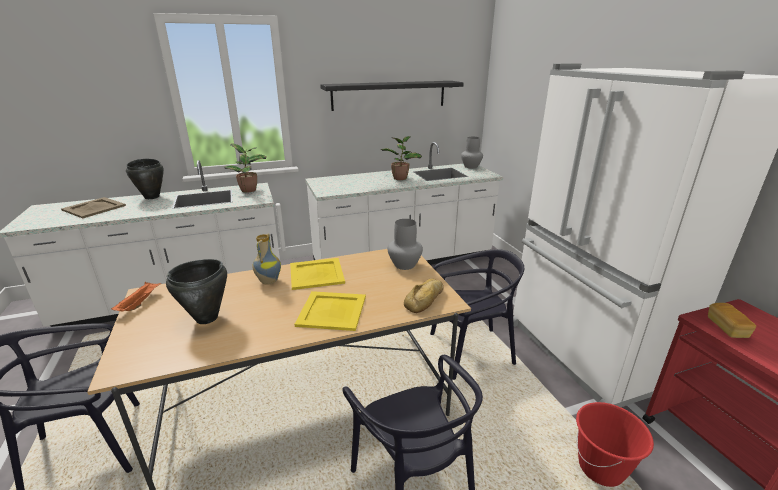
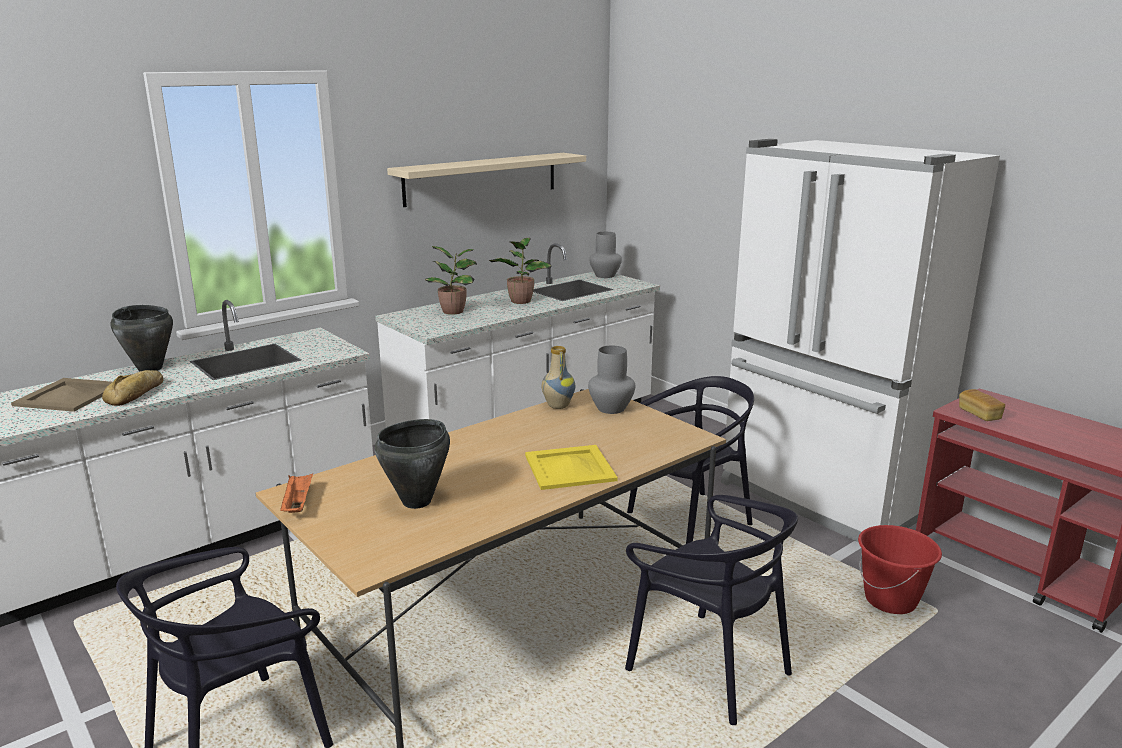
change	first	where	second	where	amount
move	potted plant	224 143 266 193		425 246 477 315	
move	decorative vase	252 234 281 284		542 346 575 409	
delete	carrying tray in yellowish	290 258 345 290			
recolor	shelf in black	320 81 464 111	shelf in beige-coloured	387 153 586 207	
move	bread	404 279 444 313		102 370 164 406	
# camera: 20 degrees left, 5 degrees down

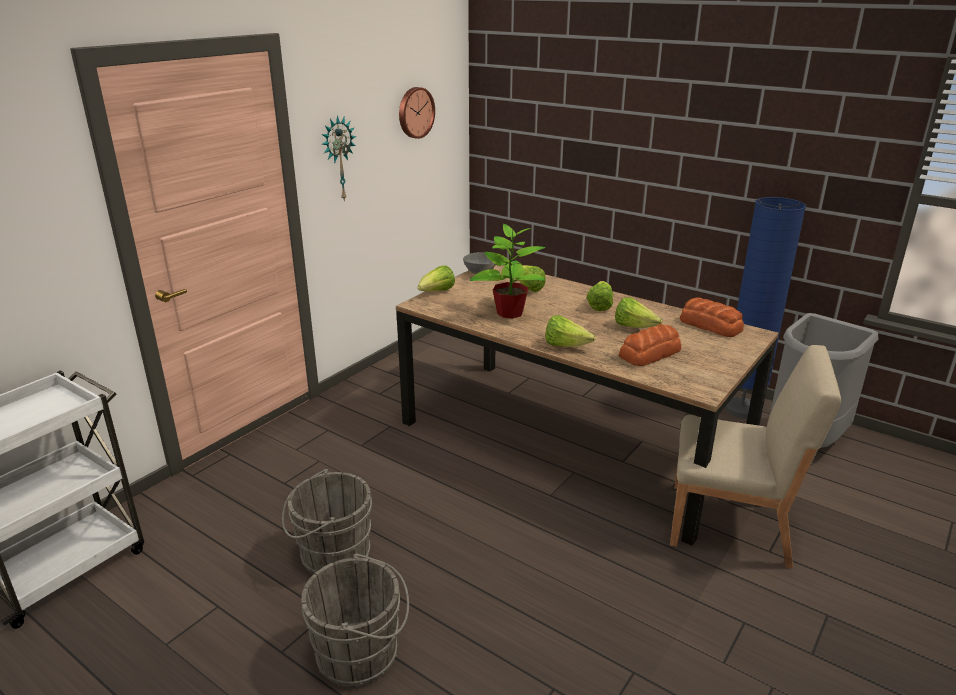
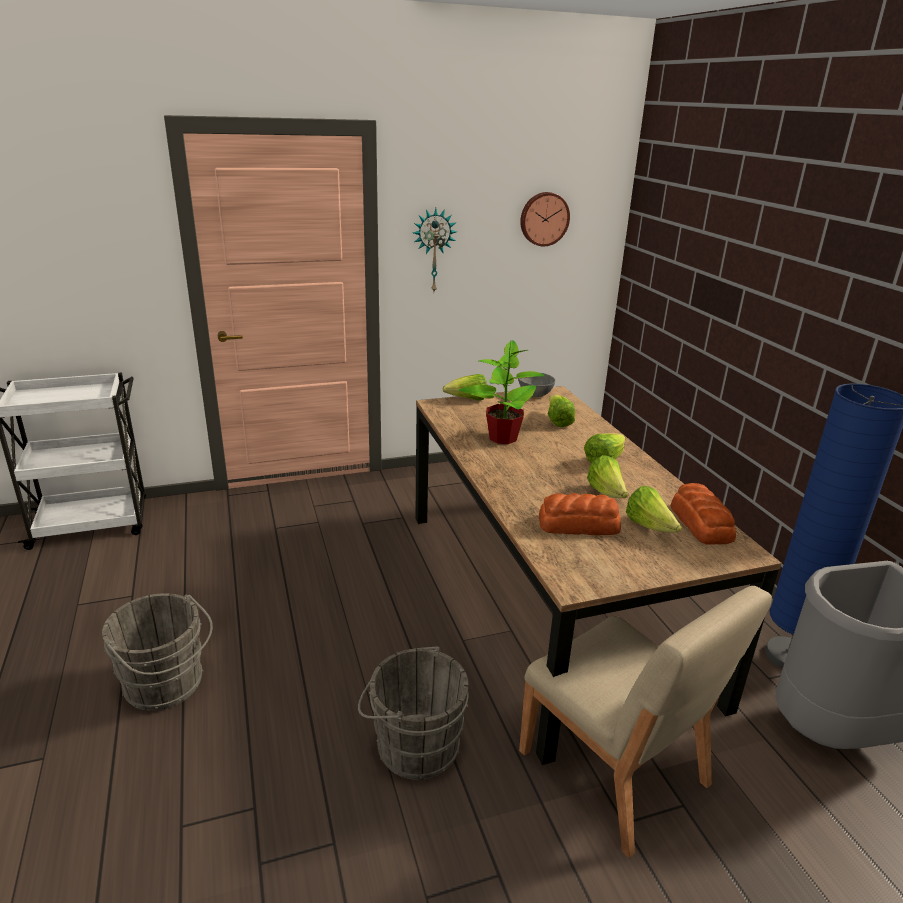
change	first	where	second	where	amount
move	pail in gray	282 469 372 574		358 646 468 780	
move	lettuce	545 315 596 347		626 486 682 532	
# camera: 35 degrees right, 0 degrees up

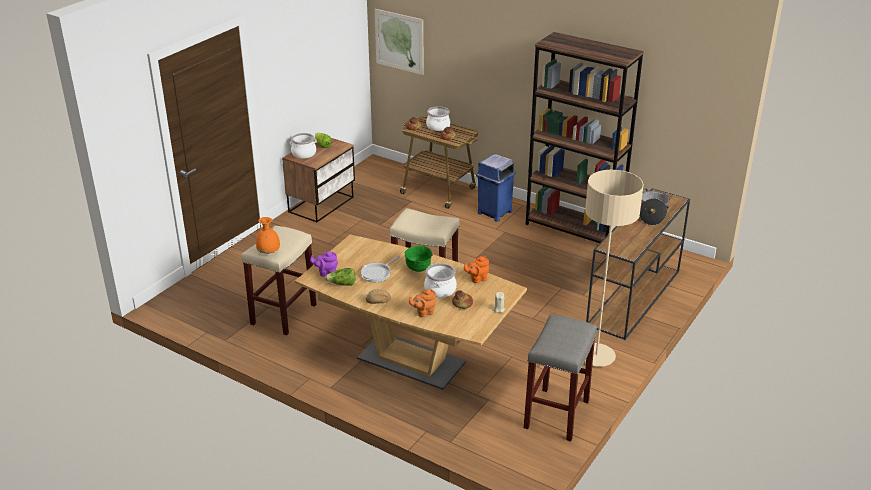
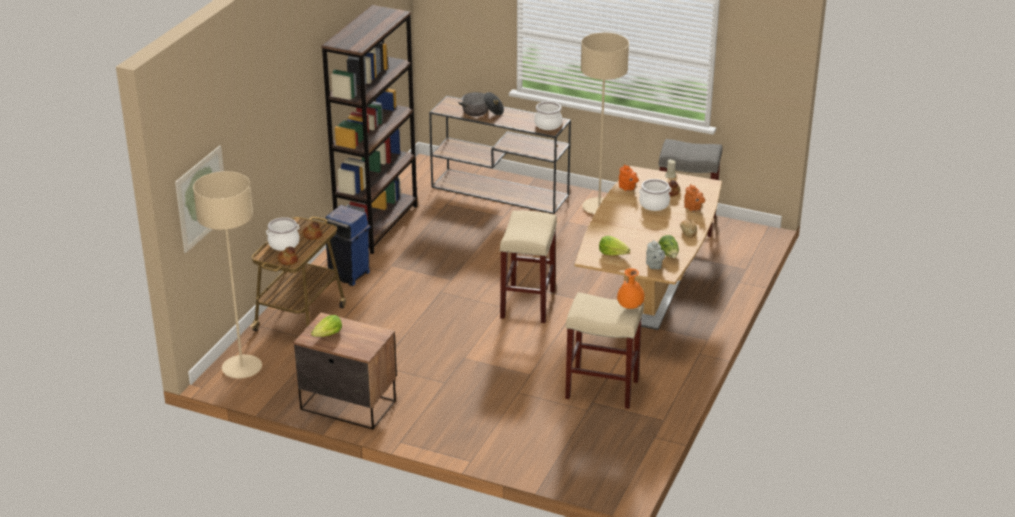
change	first	where	second	where	amount
move	cooking pot	290 133 317 159		534 101 562 130	
recolor	teapot in purple	310 251 338 277	teapot in gray	646 240 665 269	
delete	pan	361 256 400 282			
delete	serving bowl in green-coloured	405 246 433 272			
insert			standing lamp in beige-coloured	193 171 262 378	
insert			lettuce	599 236 630 255	
# camera: 100 degrees left, 0 degrees up

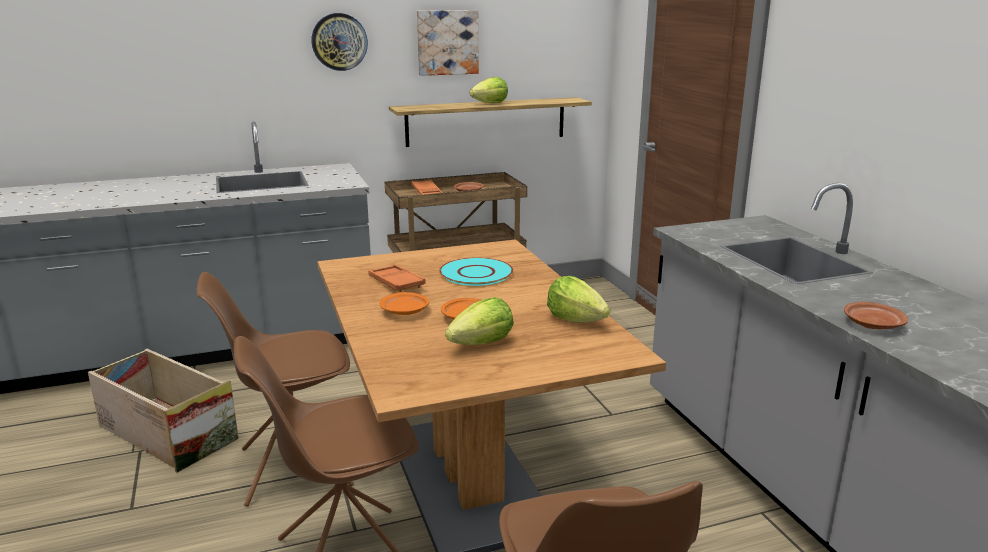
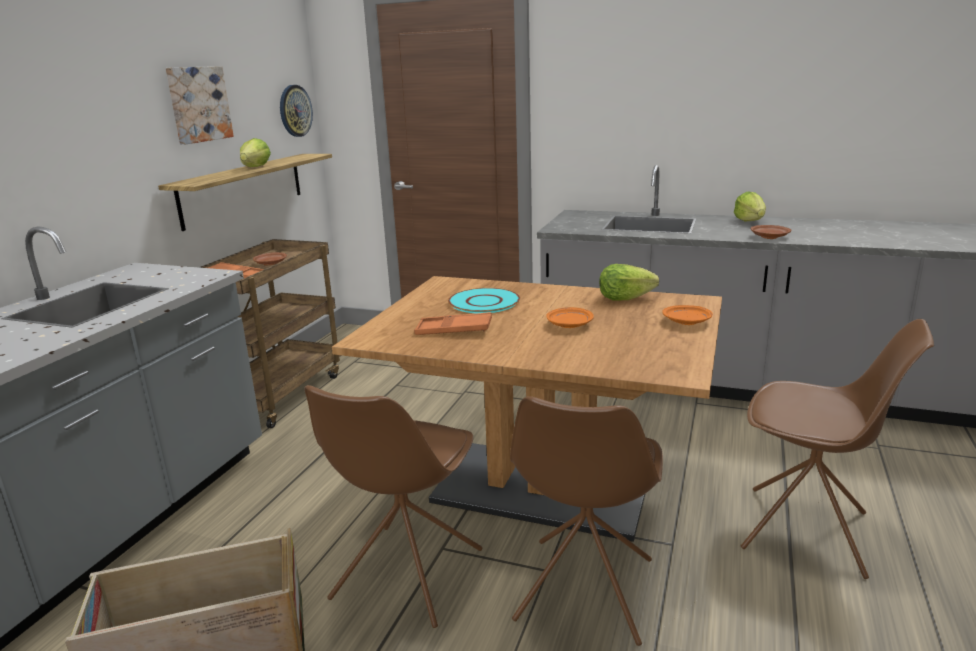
change	first	where	second	where	amount
move	hanging clock	311 13 368 71		280 85 313 137	
move	dinner plate in orange-coloured	380 292 429 315		662 305 713 325	
move	lettuce	445 297 514 345		734 191 766 222	
# camera: 50 degrees left, 0 degrees up

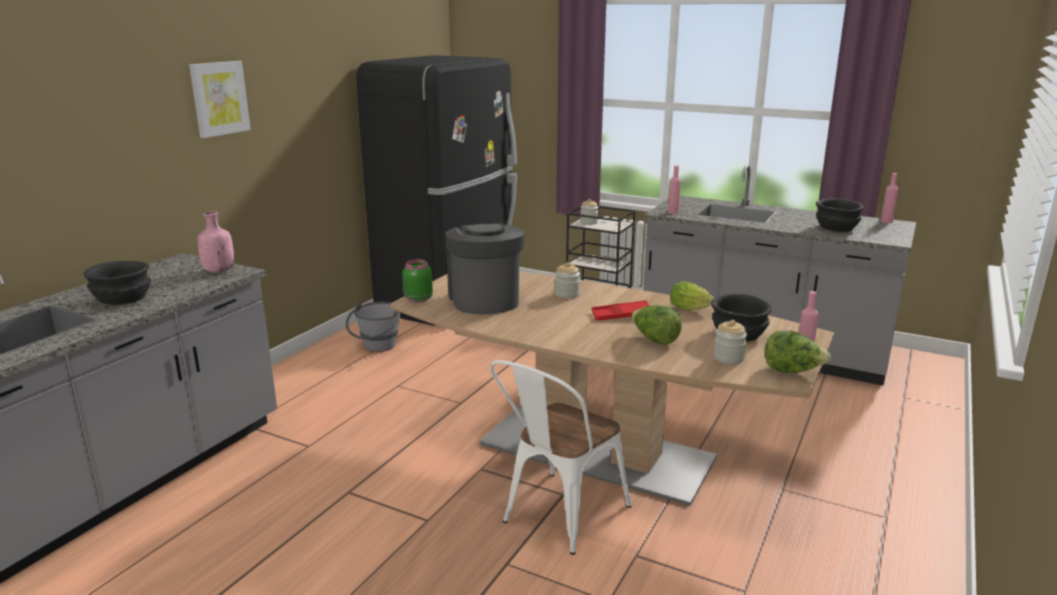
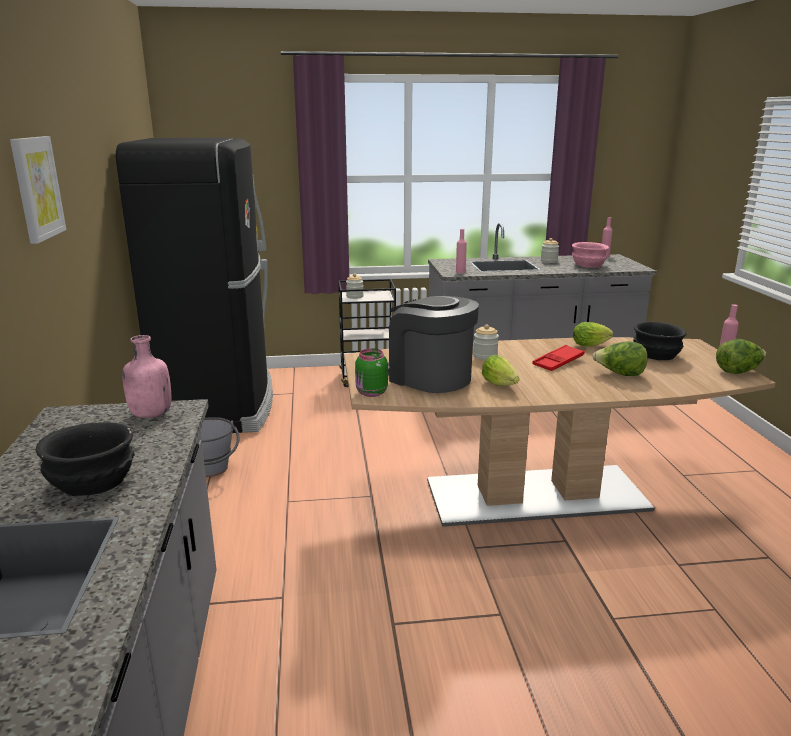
change	first	where	second	where	amount
delete	chair in white	490 360 632 555			
move	jar	714 320 747 364		541 238 559 263	
recolor	serving bowl in black	816 199 864 232	serving bowl in pink-coloured	572 242 609 268	
insert			lettuce	482 355 519 386	
# camera: 35 degrees left, 0 degrees up

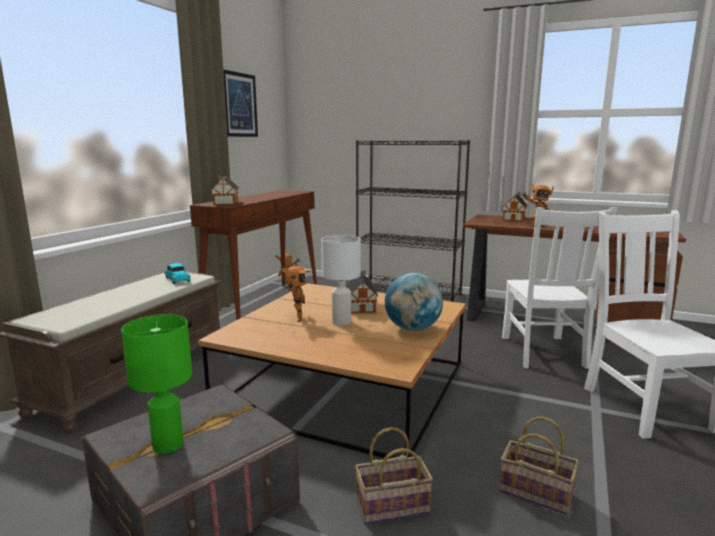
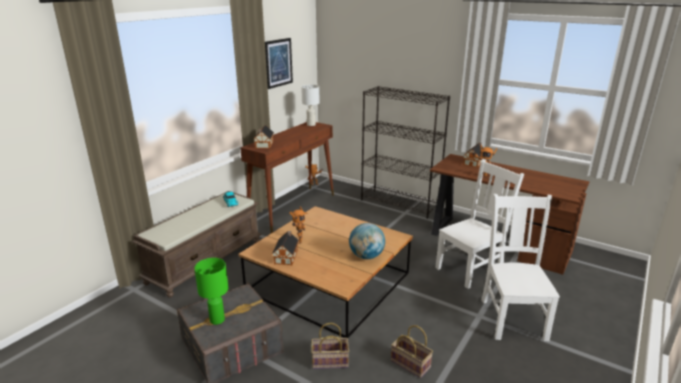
change	first	where	second	where	amount
move	lamp for a table in white	321 235 361 325		301 85 320 126	
move	toy house	346 270 378 313		272 231 299 265	
rotate	chair in white	502 207 617 369		435 159 524 289	135 degrees counterclockwise
# camera: 10 degrees right, 10 degrees up

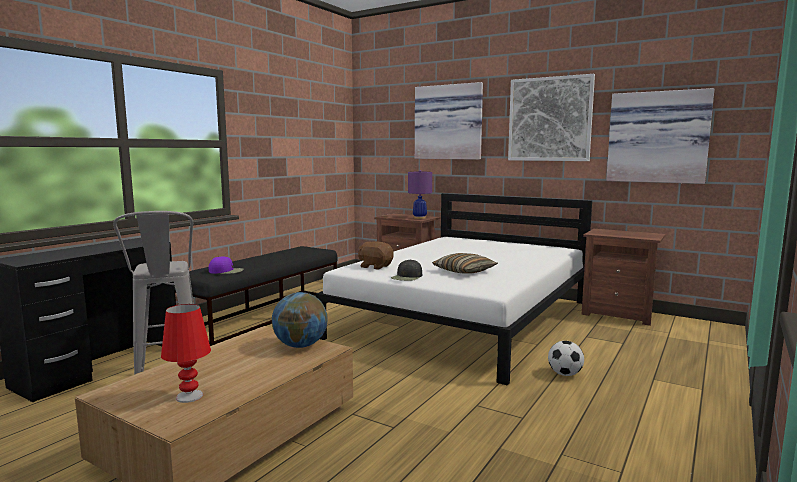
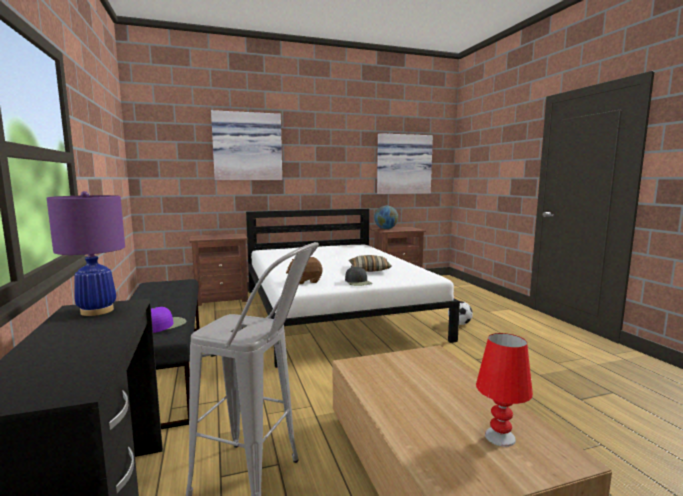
change	first	where	second	where	amount
move	desk globe	272 292 328 348		374 205 398 229	
move	lamp for a table in purple	408 170 432 219		47 191 125 316	
delete	wall picture	508 74 595 161			
# camera: 50 degrees left, 0 degrees up

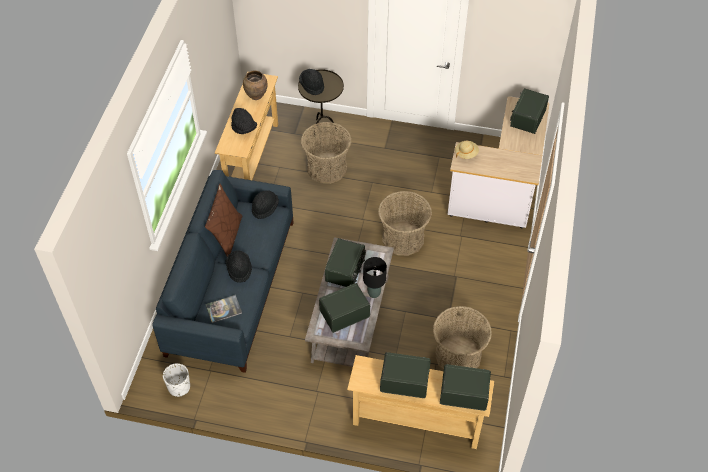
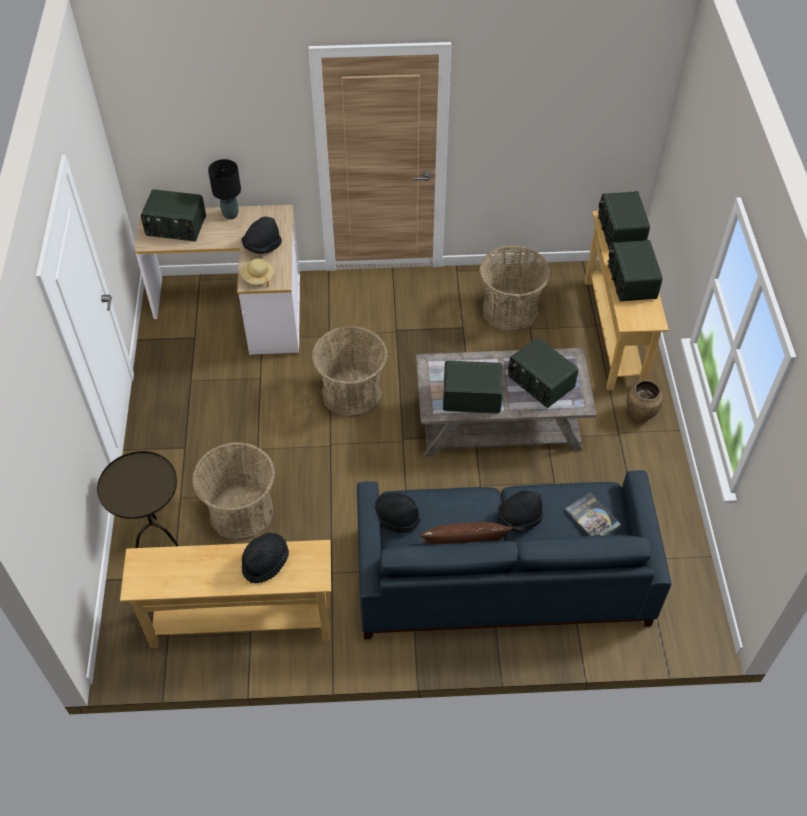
change	first	where	second	where	amount
delete	flower pot in white	163 363 190 397			
move	decorative vase in brown	243 70 267 100		626 380 663 421	
move	hat in black	299 69 324 95		241 217 282 254	
move	lamp for a table in black	363 257 387 298		208 159 241 220	
# camera: 105 degrees left, 0 degrees up

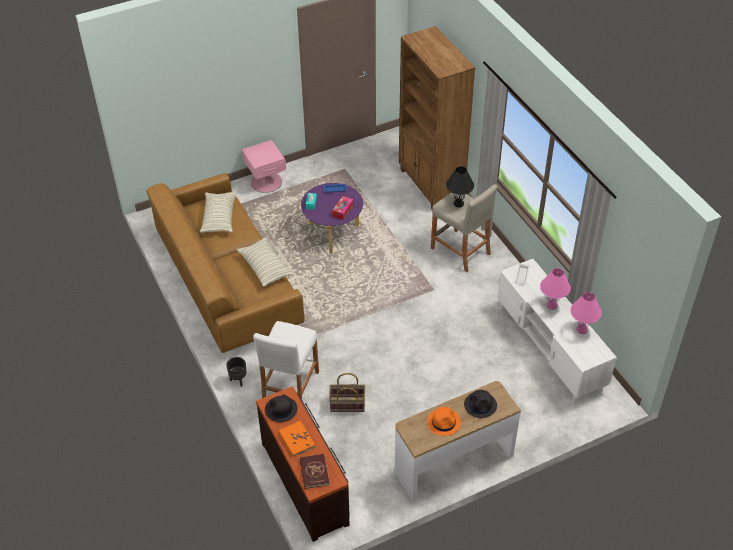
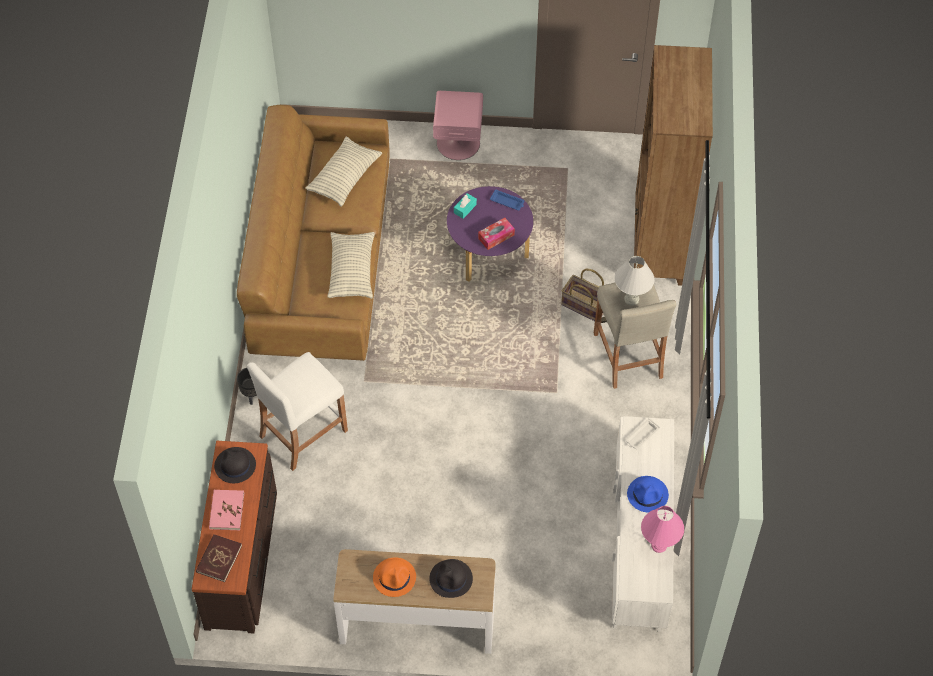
change	first	where	second	where	amount
recolor	volume in orange-coloured	279 421 315 457	volume in pink-coloured	209 490 244 530	
move	basket	329 373 365 412		561 269 604 321	
recolor	lamp for a table in black	446 166 474 207	lamp for a table in white	615 256 655 306	
replace	lamp for a table in pink-coloured	540 268 571 310	hat in blue-coloured	627 476 669 513	
# camera: 30 degrees right, 10 degrees up

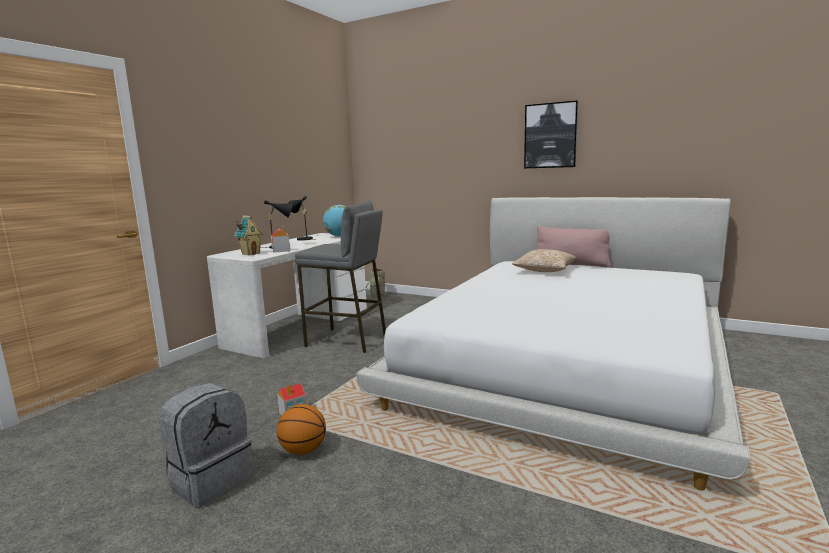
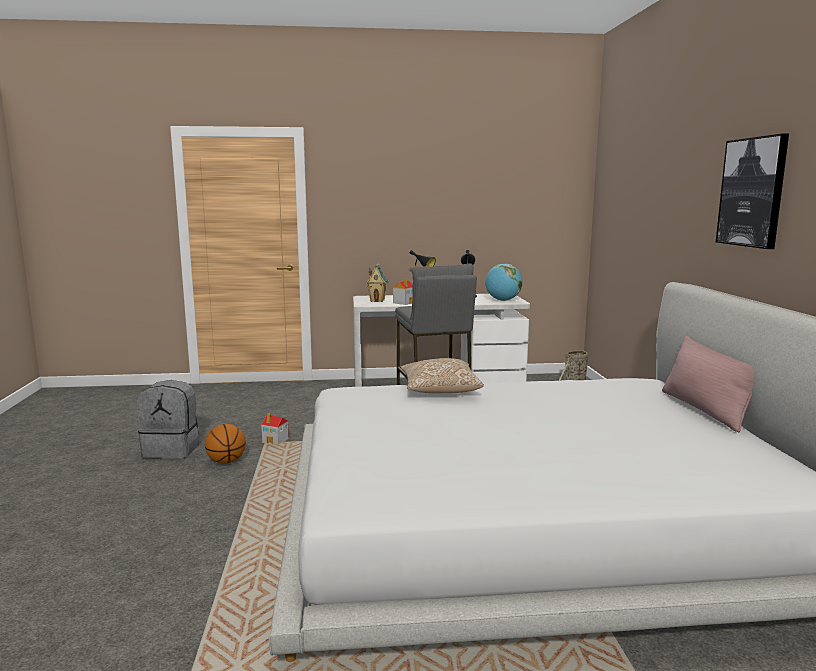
change	first	where	second	where	amount
move	cushion	512 249 576 272		401 358 484 394	
# camera: 55 degrees right, 0 degrees up

